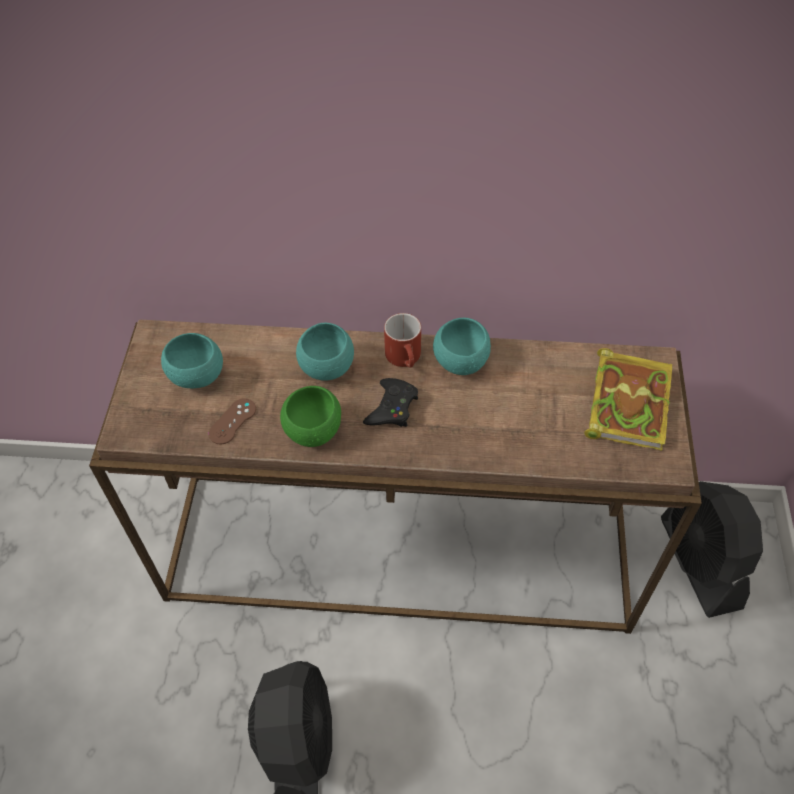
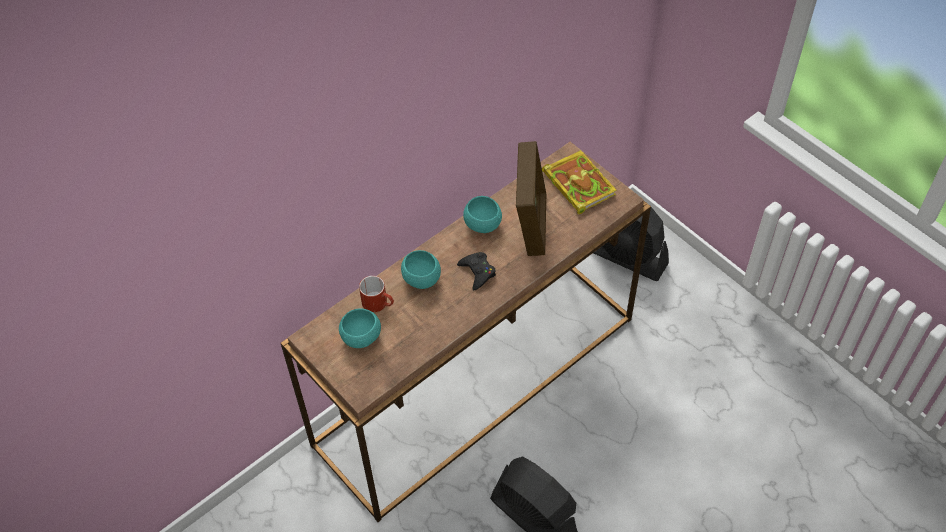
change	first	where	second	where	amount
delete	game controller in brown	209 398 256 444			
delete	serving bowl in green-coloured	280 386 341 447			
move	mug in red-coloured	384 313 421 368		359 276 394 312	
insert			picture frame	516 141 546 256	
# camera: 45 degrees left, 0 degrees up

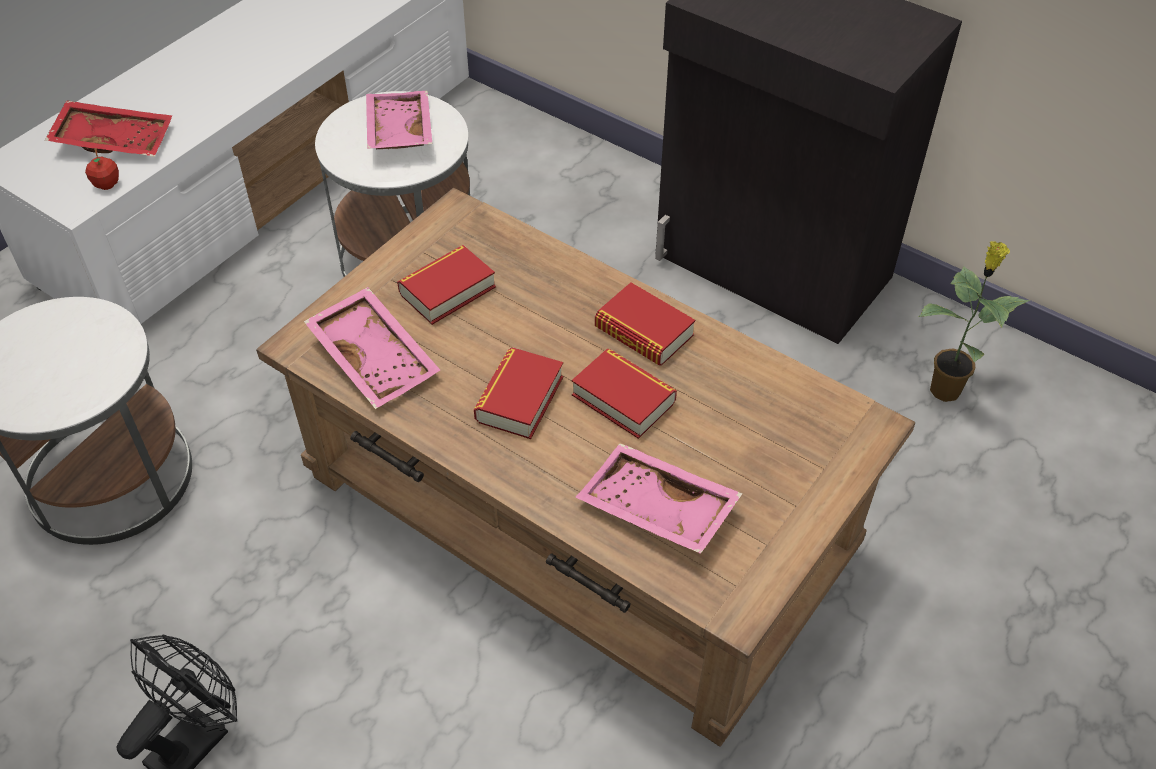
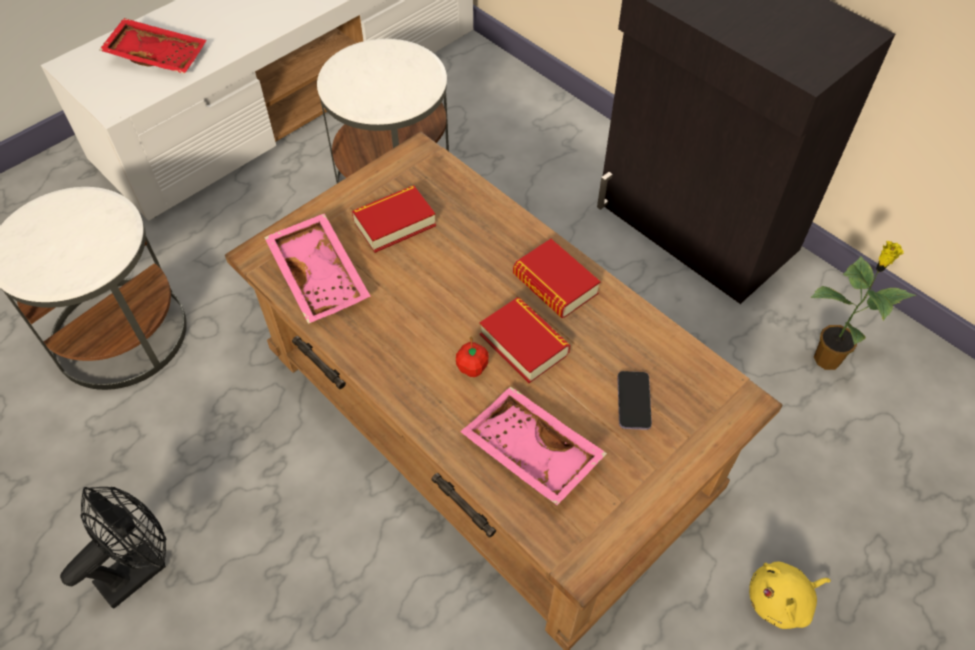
change	first	where	second	where	amount
move	apple	85 148 119 190		456 337 489 377	
delete	carrying tray in pink-coloured	366 91 432 149			
delete	volume	474 347 563 439			
insert			phone	618 371 652 430	
insert			cuddly toy in yellowish	749 562 831 629	
# camera: 10 degrees right, 5 degrees up

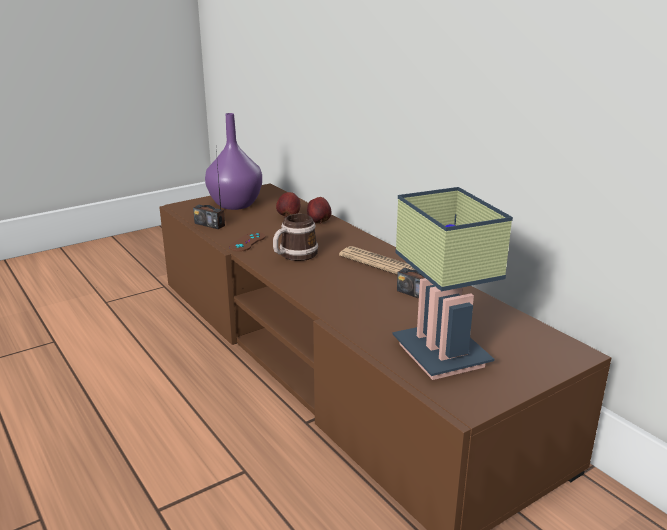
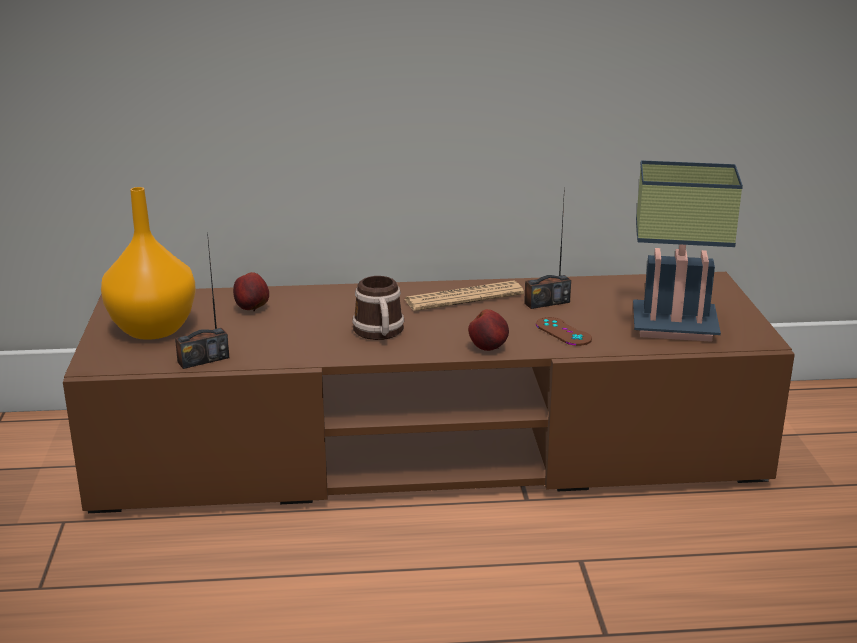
change	first	where	second	where	amount
recolor	decorative vase in purple	205 113 262 210	decorative vase in orange-coloured	101 187 196 340	
move	game controller in brown	229 232 265 252		536 317 592 346	
move	apple	307 197 331 224		468 309 509 351	
# camera: 60 degrees left, 0 degrees up

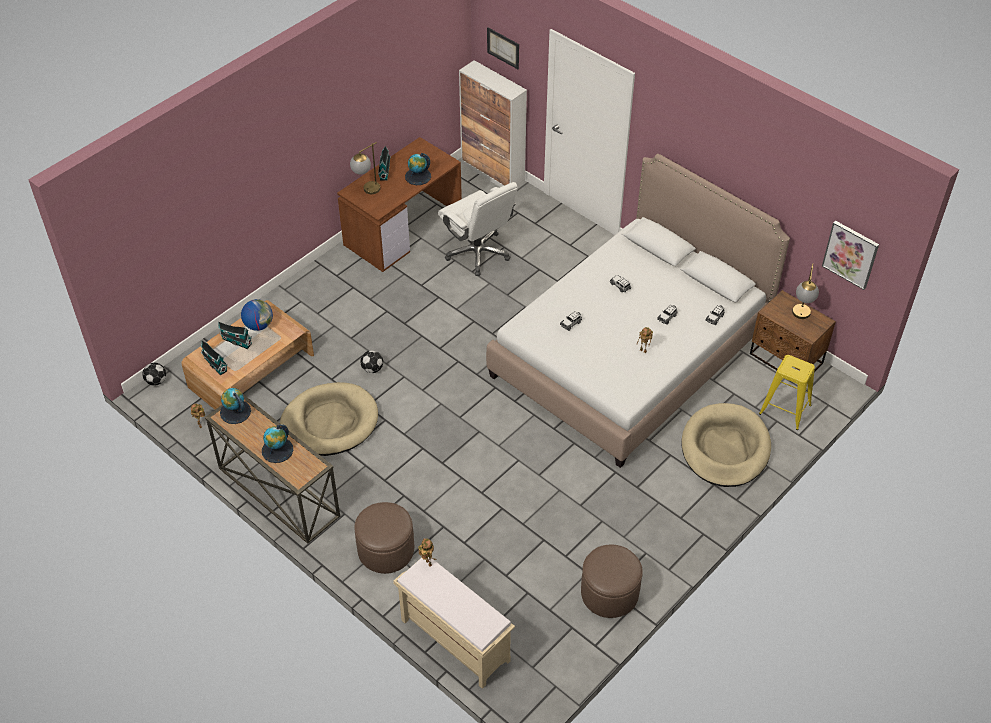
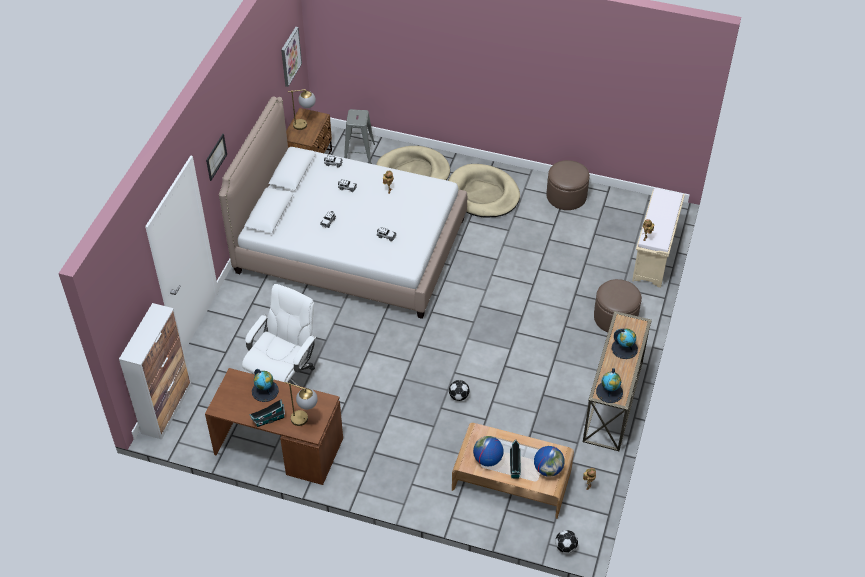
change	first	where	second	where	amount
replace	toy house	201 340 227 375	desk globe	534 446 564 477	
move	dog bed in beige-coloured	280 382 378 456		448 164 520 218	
move	wall picture	487 28 519 69		206 134 227 181	
recolor	stool seat in yellowish	759 355 815 430	stool seat in gray	344 109 375 164	
# camera: 115 degrees left, 0 degrees up

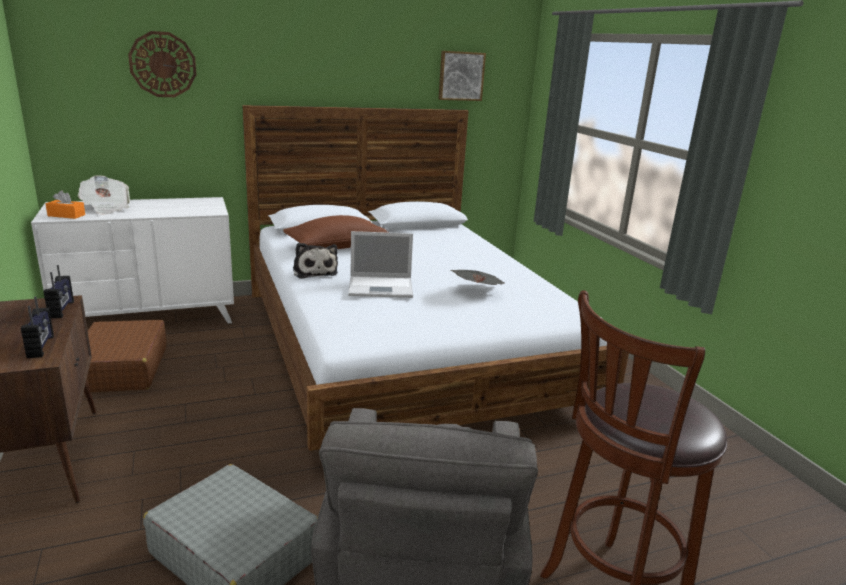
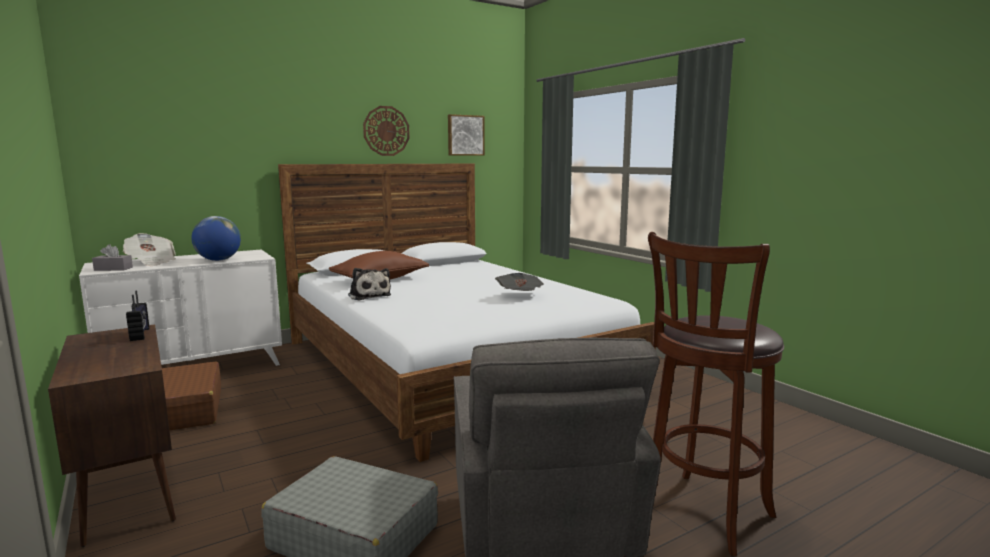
change	first	where	second	where	amount
delete	radio receiver	21 296 54 358			
recolor	tissue holder in orange-coloured	45 190 85 219	tissue holder in gray	92 244 133 271	
move	hanging clock	128 31 196 97		363 106 410 156	
delete	laptop	348 231 413 298			
insert			desk globe	191 216 241 261	
# camera: 10 degrees left, 10 degrees down

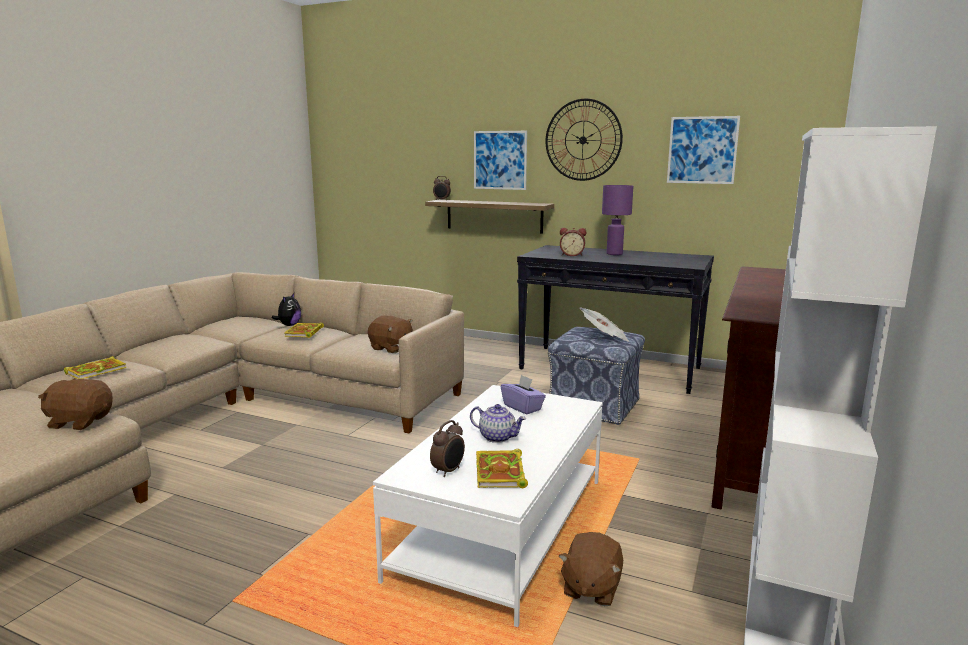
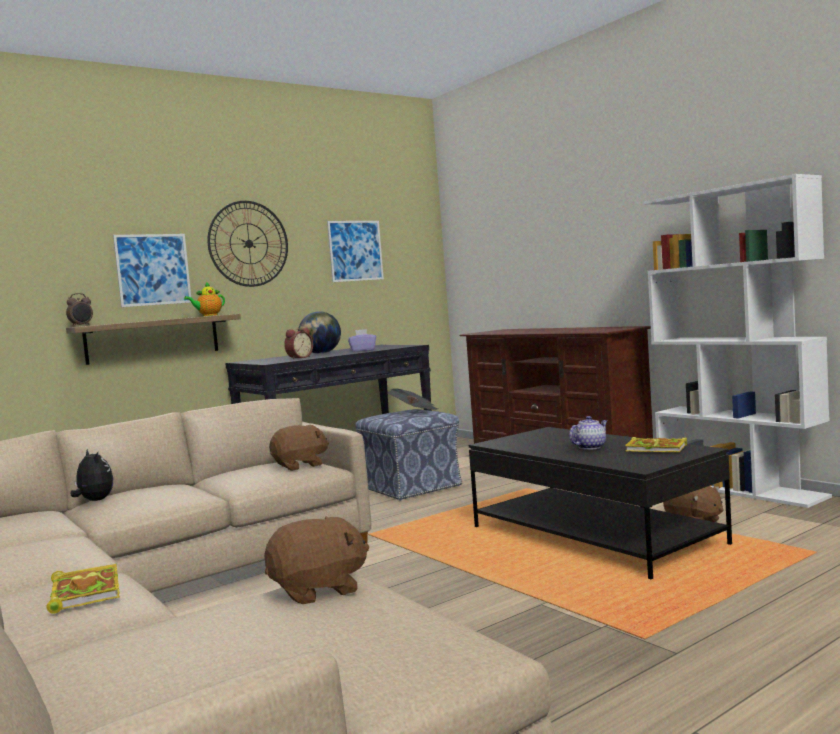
change	first	where	second	where	amount
rotate	cuddly toy in brown	38 378 113 430		264 516 369 604	150 degrees counterclockwise
delete	volume	284 322 324 338			
recolor	lounge table in white	373 385 603 627	lounge table in black	469 427 732 579	
delete	alarm clock	430 420 465 477			
move	tissue holder in purple	501 375 546 414		348 329 376 352	
replace	lamp for a table in purple	602 185 633 255	desk globe	298 311 341 354	
insert			teapot	184 282 225 316	
# camera: 60 degrees left, 10 degrees down

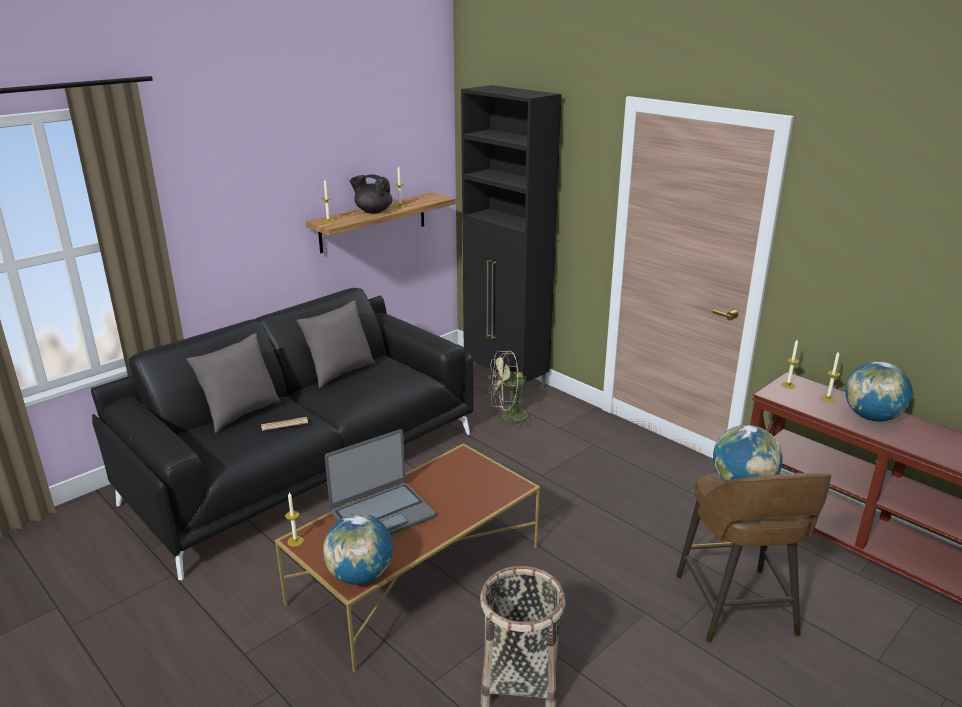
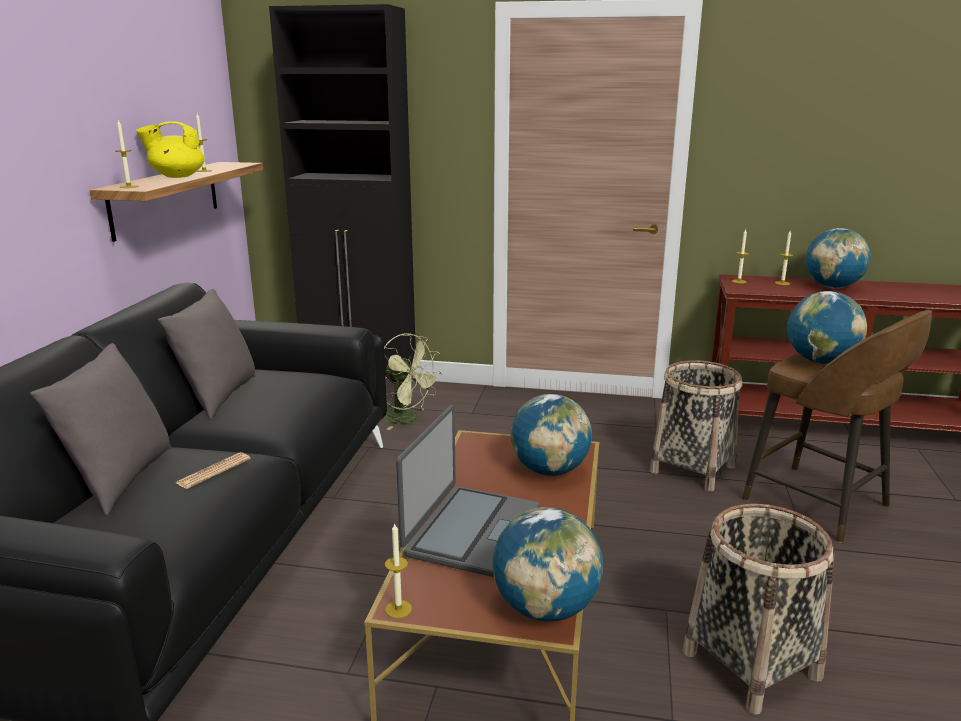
change	first	where	second	where	amount
recolor	teapot in black	350 174 392 214	teapot in yellowish	136 121 205 178	
rotate	fan in green-coloured	488 351 536 428		384 333 442 430	90 degrees counterclockwise
insert			desk globe	510 394 592 476	
insert			basket	650 360 742 491	
# camera: 35 degrees left, 5 degrees down

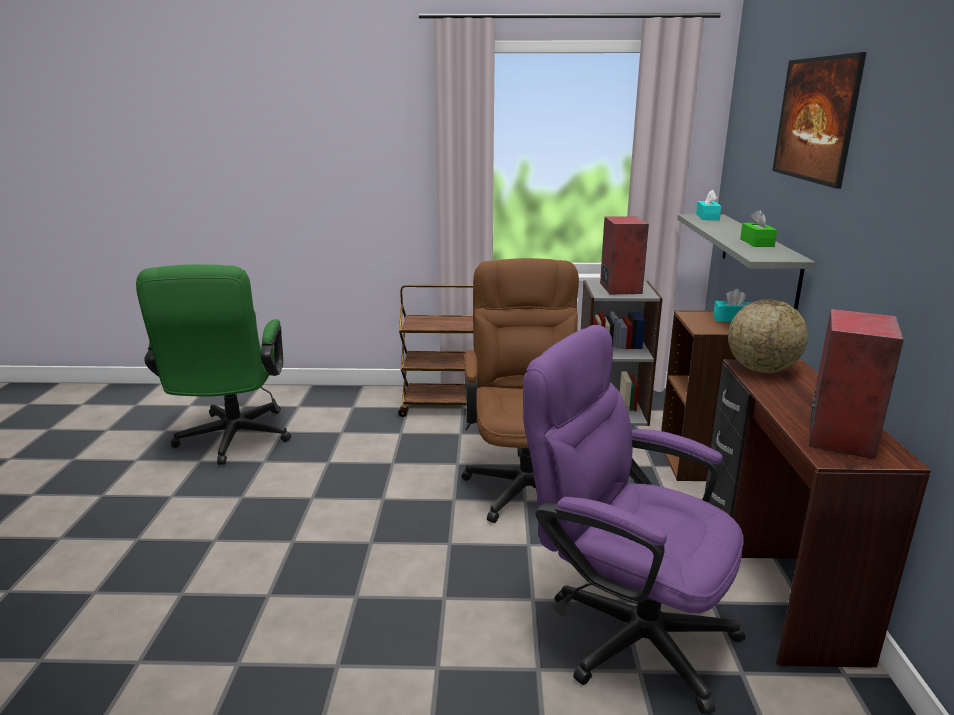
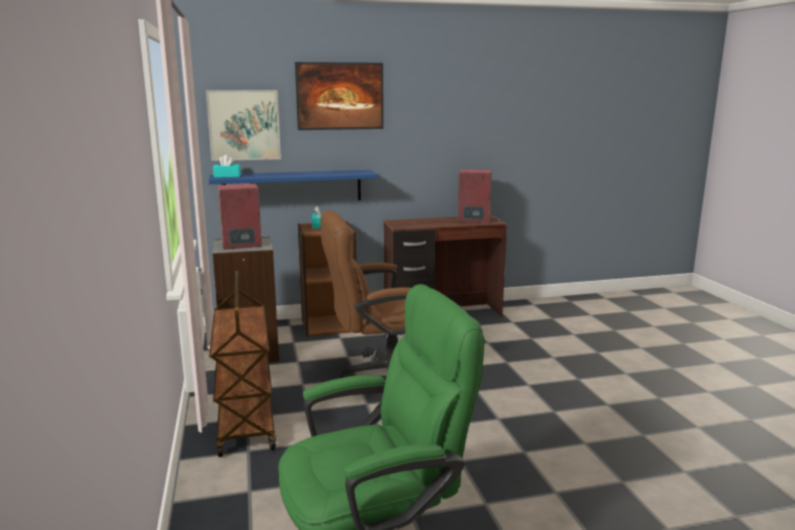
change	first	where	second	where	amount
delete	office chair in purple	523 325 746 715			
recolor	shelf in gray	677 214 815 310	shelf in blue-coloured	209 170 378 200	
delete	desk globe	728 299 808 373			
delete	tissue holder in green-coloured	740 210 777 247			
insert			wall picture	206 90 281 161	
# camera: 105 degrees left, 5 degrees down

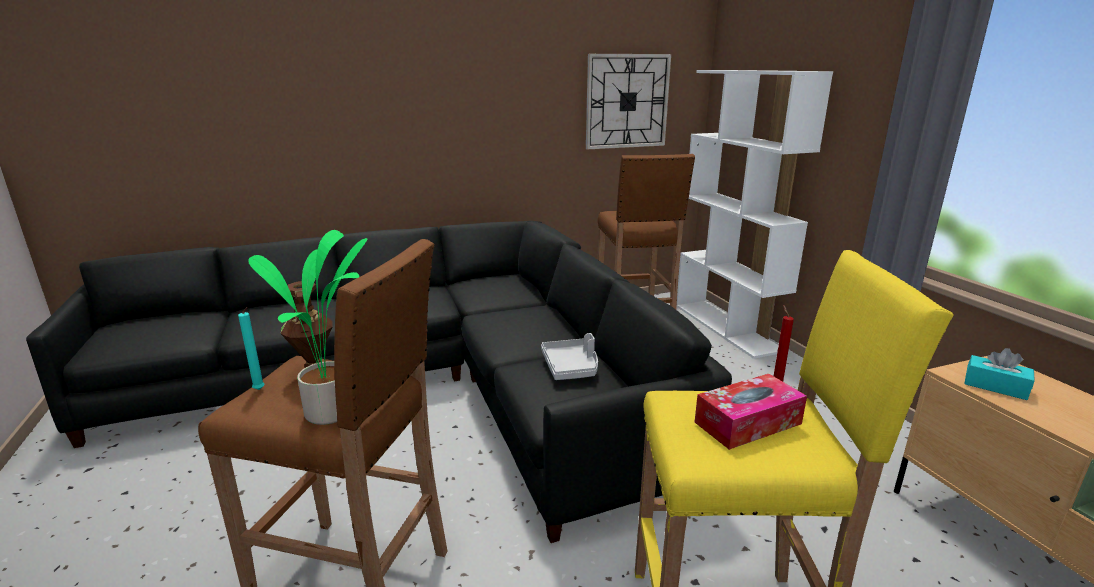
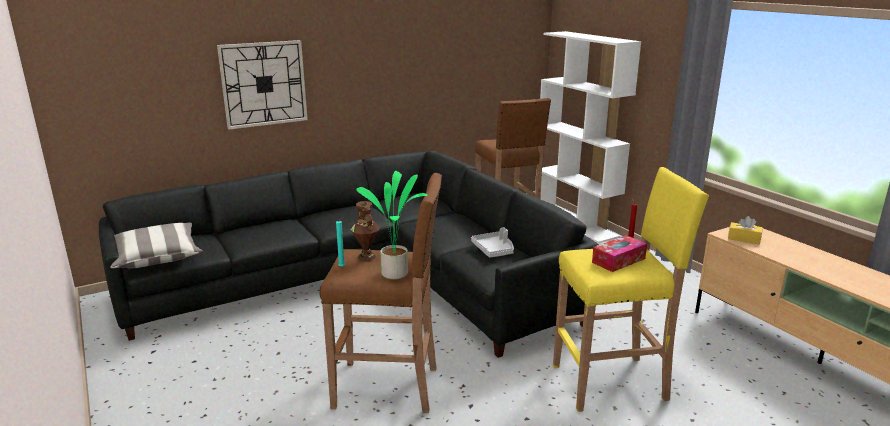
change	first	where	second	where	amount
move	hanging clock	586 54 671 149		217 40 308 130	
recolor	tissue holder in blue-green	964 348 1035 400	tissue holder in yellowish	728 216 763 244	
insert			cushion	111 223 203 268	
# camera: 10 degrees left, 0 degrees up

